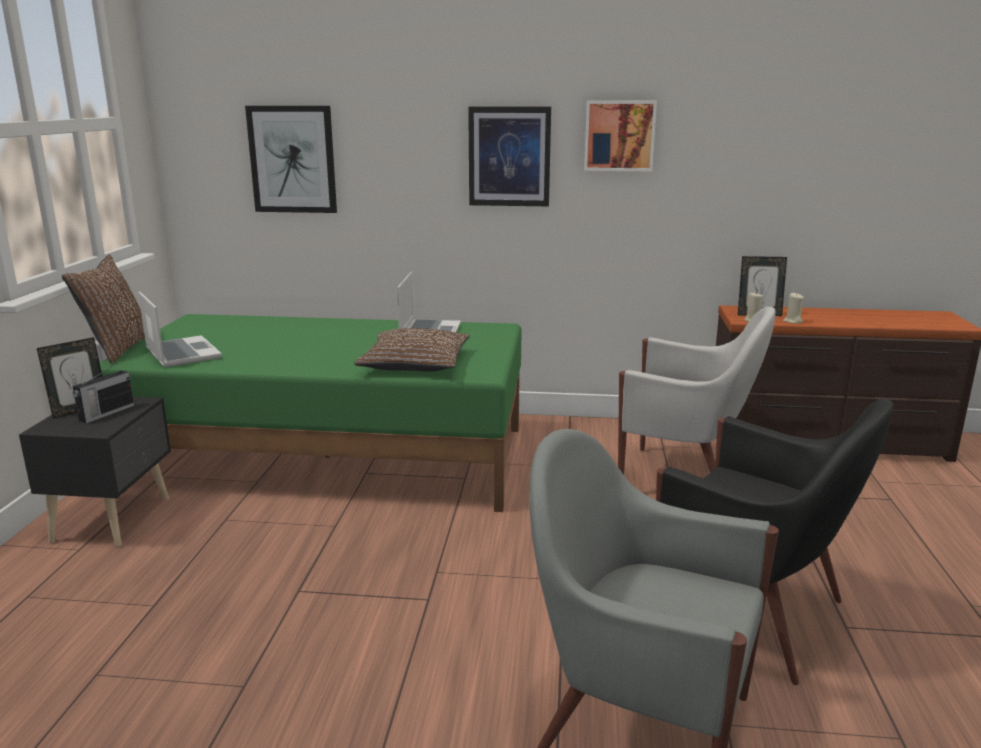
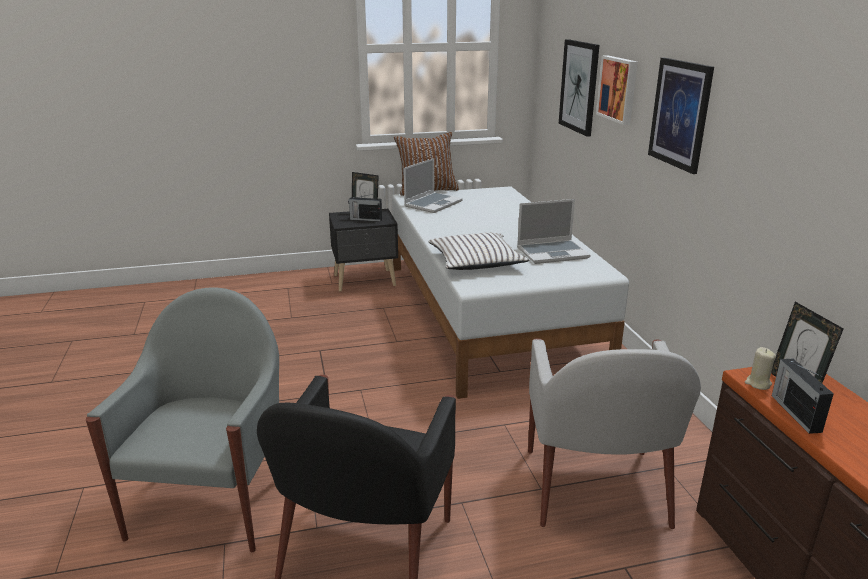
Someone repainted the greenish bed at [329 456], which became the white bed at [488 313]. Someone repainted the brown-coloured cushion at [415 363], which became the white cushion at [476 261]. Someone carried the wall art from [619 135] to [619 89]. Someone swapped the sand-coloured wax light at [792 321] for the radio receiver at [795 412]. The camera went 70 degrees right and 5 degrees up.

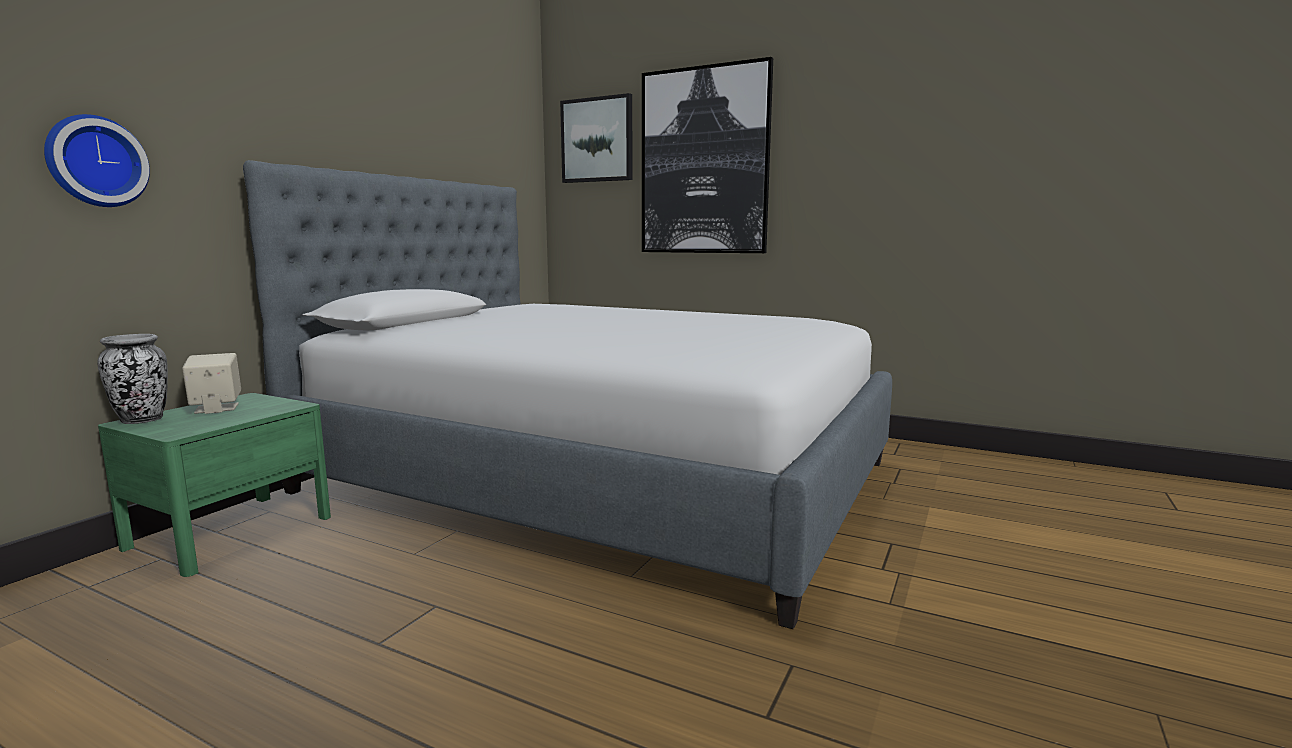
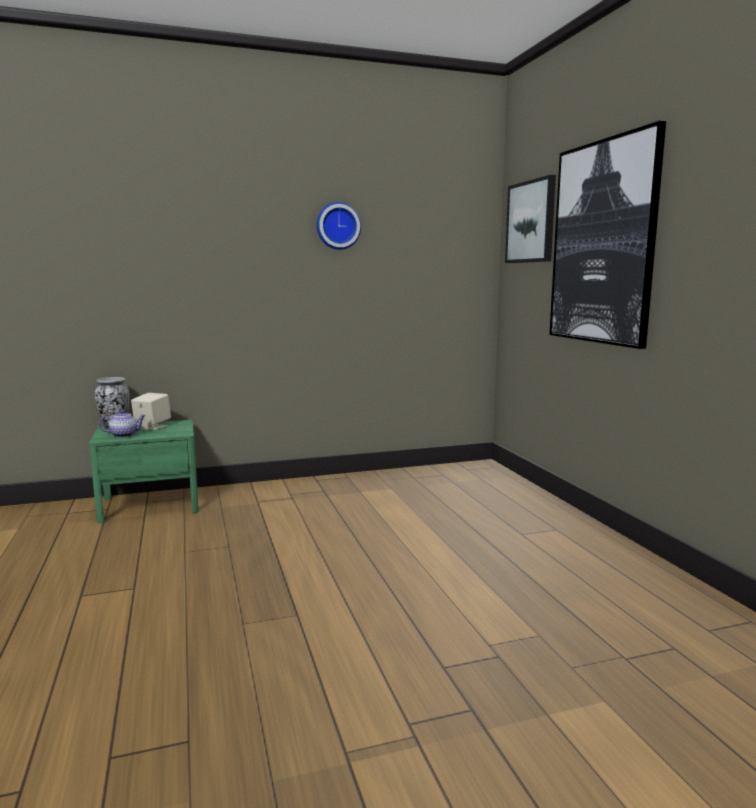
Someone carried the wall clock from [95 162] to [337 226]. Someone took away the bed at [600 477]. Someone put down the pot for tea at [124 435]. The camera went 45 degrees right and 0 degrees up.

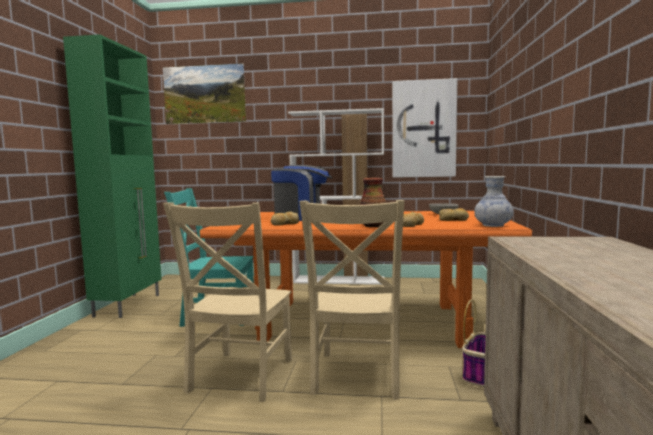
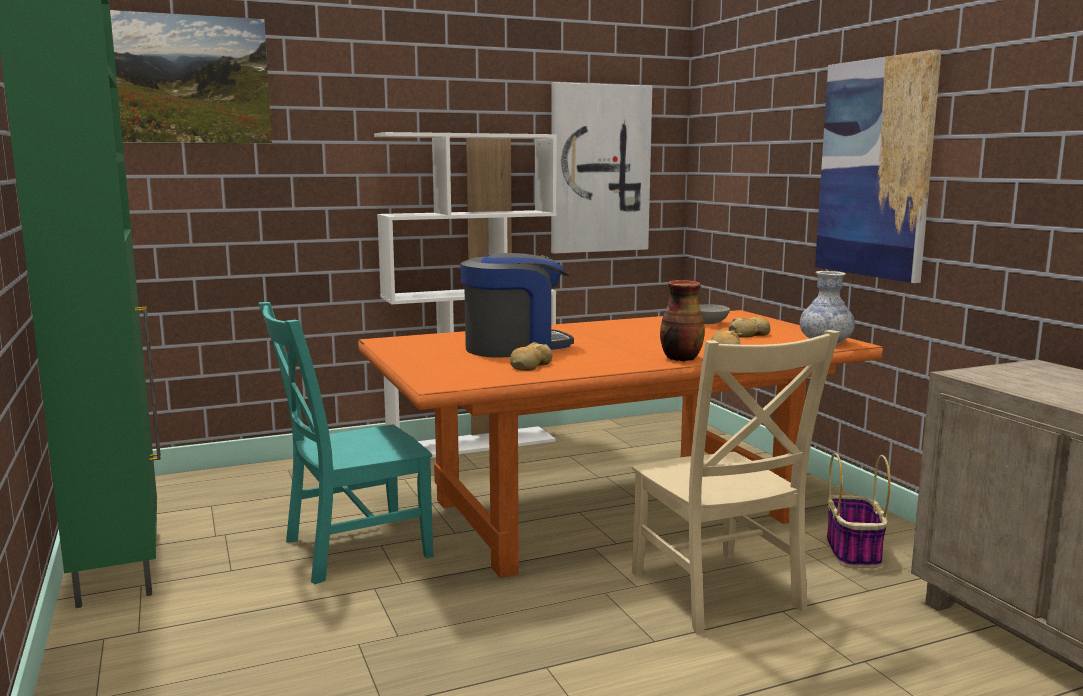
Someone took away the sand-coloured upright chair at [239 377]. Someone put up the wall art at [875 168]. The camera went 30 degrees left and 5 degrees up.

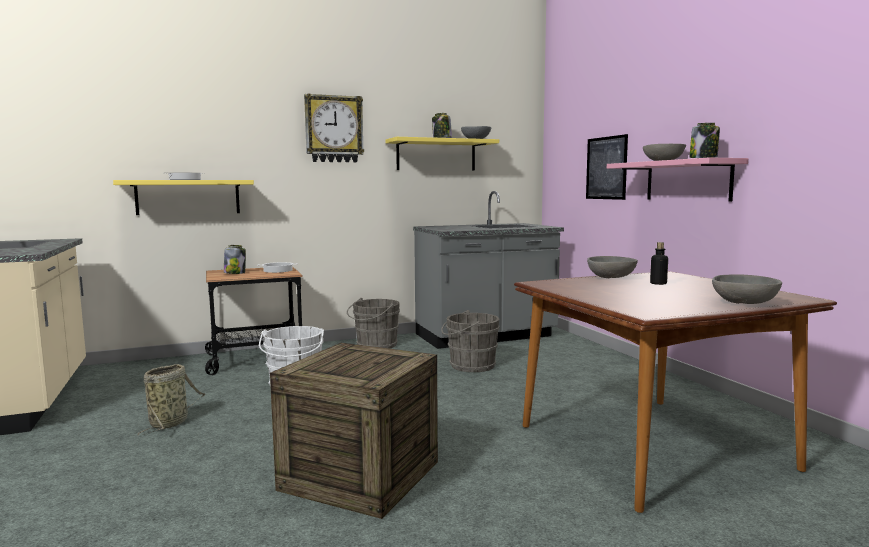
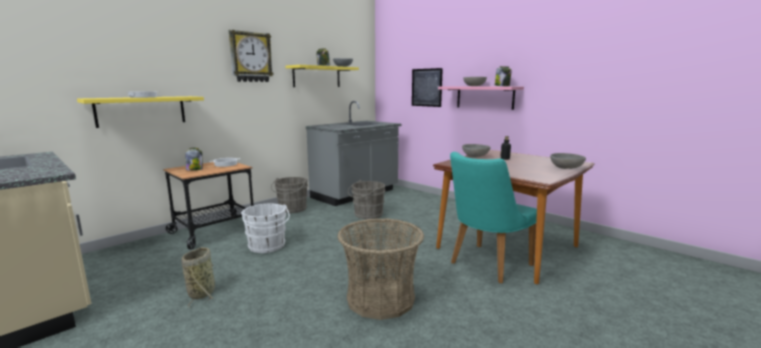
Someone swapped the crate at [360 475] for the storage basket at [380 298]. Someone put down the blue-green upright chair at [485 265]. The camera went 25 degrees left and 5 degrees up.

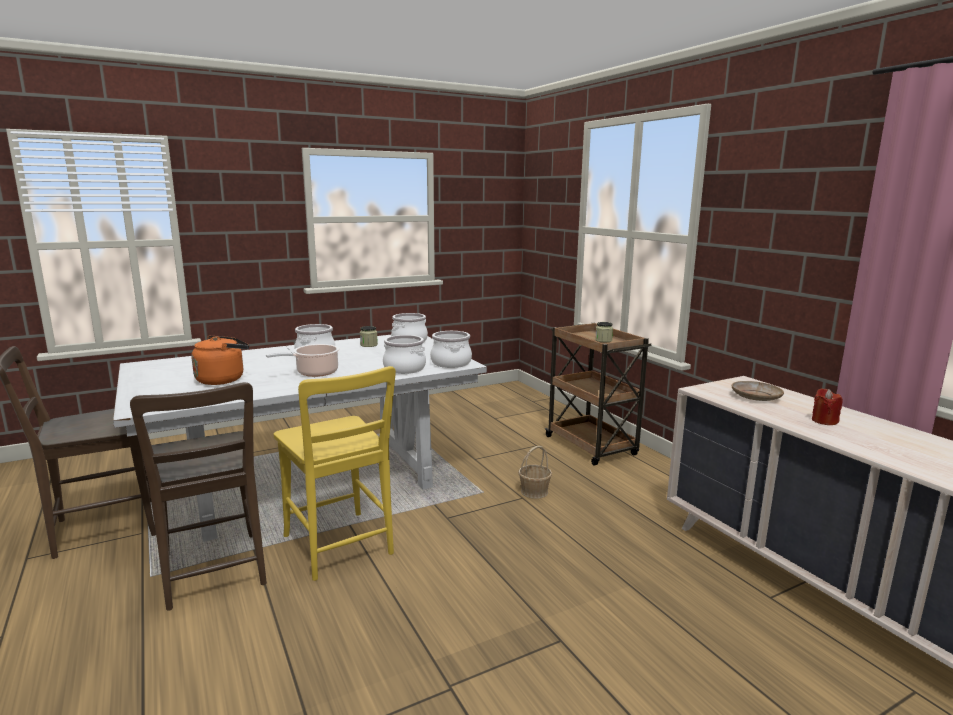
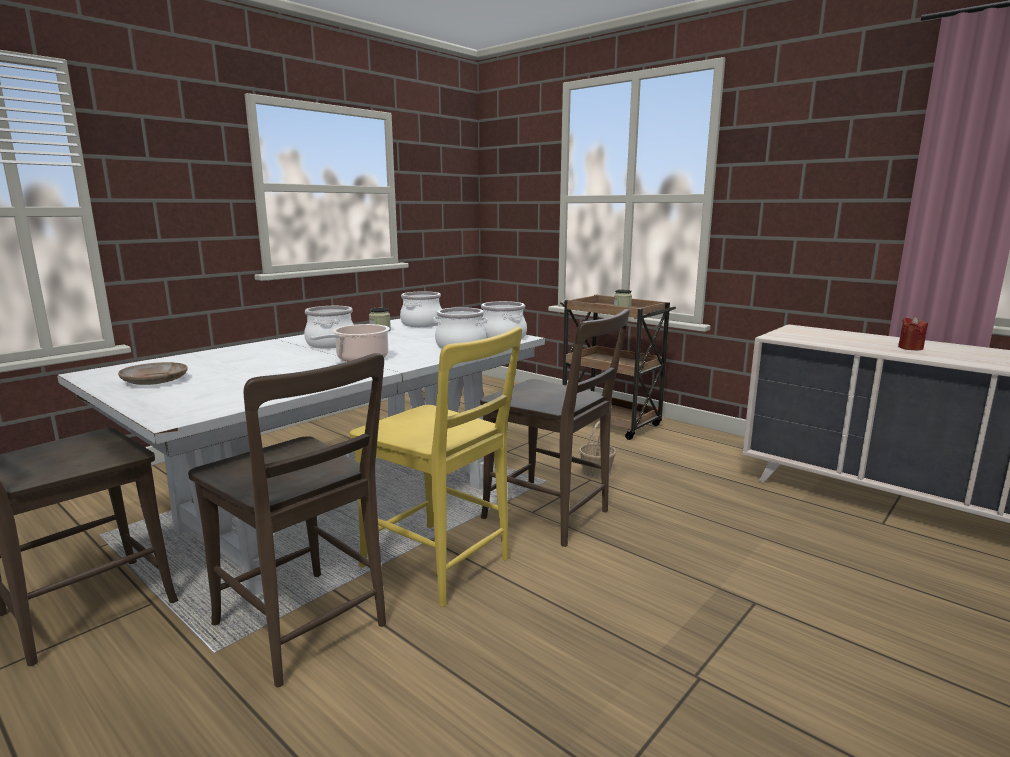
Someone took away the orangey kettle at [223 379]. Someone carried the sand-coloured plate from [755 397] to [155 381]. Someone put down the brown-coloured upright chair at [551 516]. The camera went 20 degrees left and 0 degrees up.

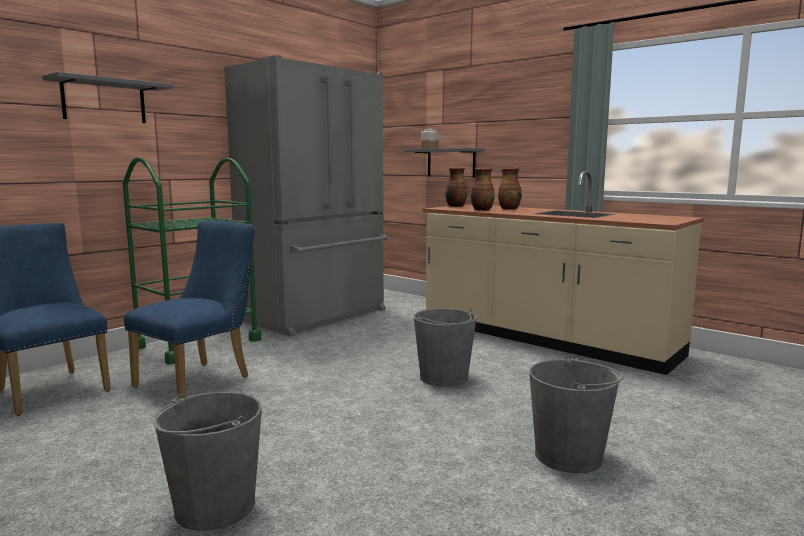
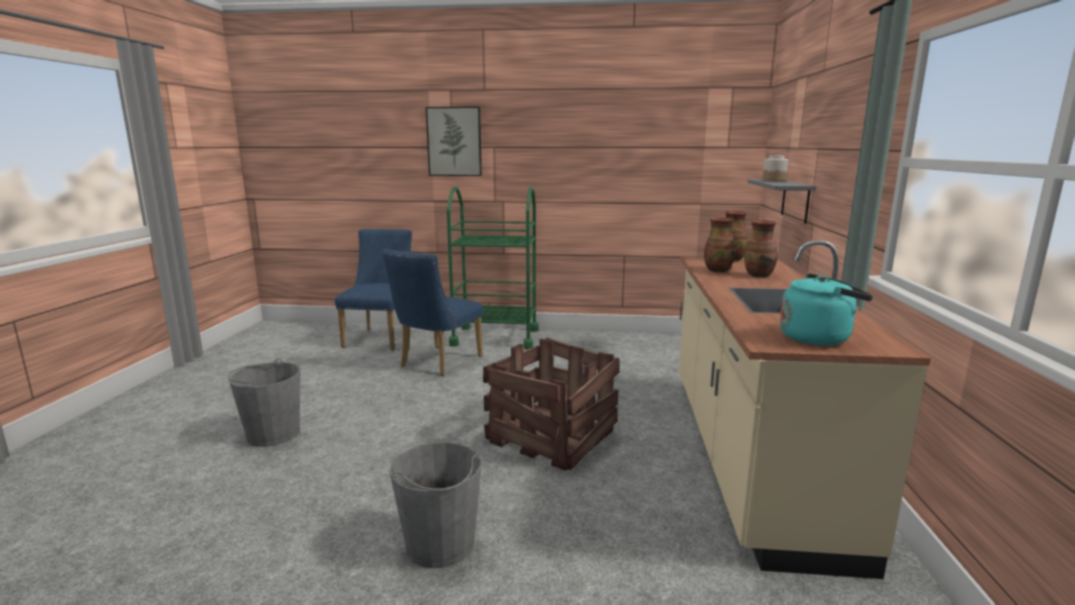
Someone swapped the gray bracket shelf at [104 101] for the wall art at [454 141]. Someone rotated the blue-coloured upright chair at [200 380] by 120 degrees clockwise. Someone took away the gray fridge at [317 316]. Someone swapped the gray bucket at [444 377] for the crate at [550 436]. Someone put down the blue-green kettle at [818 338]. The camera went 55 degrees right and 5 degrees up.

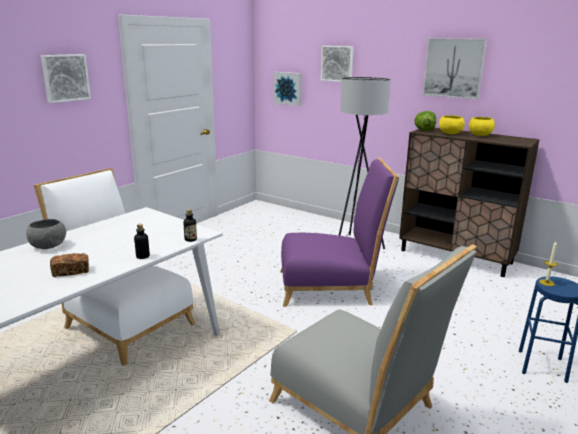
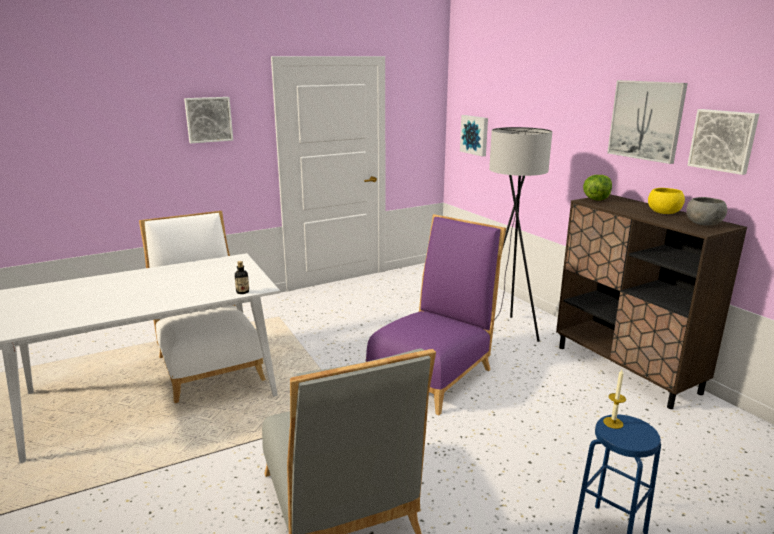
Someone carried the gray bowl from [49 246] to [704 224]. Someone took away the bread at [71 271]. Someone took away the bottle at [143 256]. Someone rotated the purple-coloured upright chair at [331 287] by 75 degrees counterclockwise. Someone carried the wall art from [337 63] to [723 140]. Someone took away the yellow-coloured bowl at [450 133]. The camera went 25 degrees right and 0 degrees up.

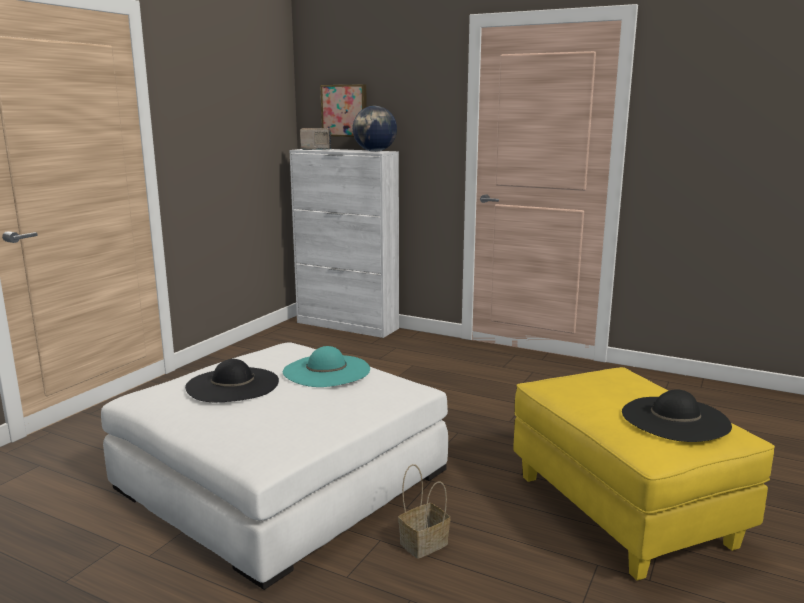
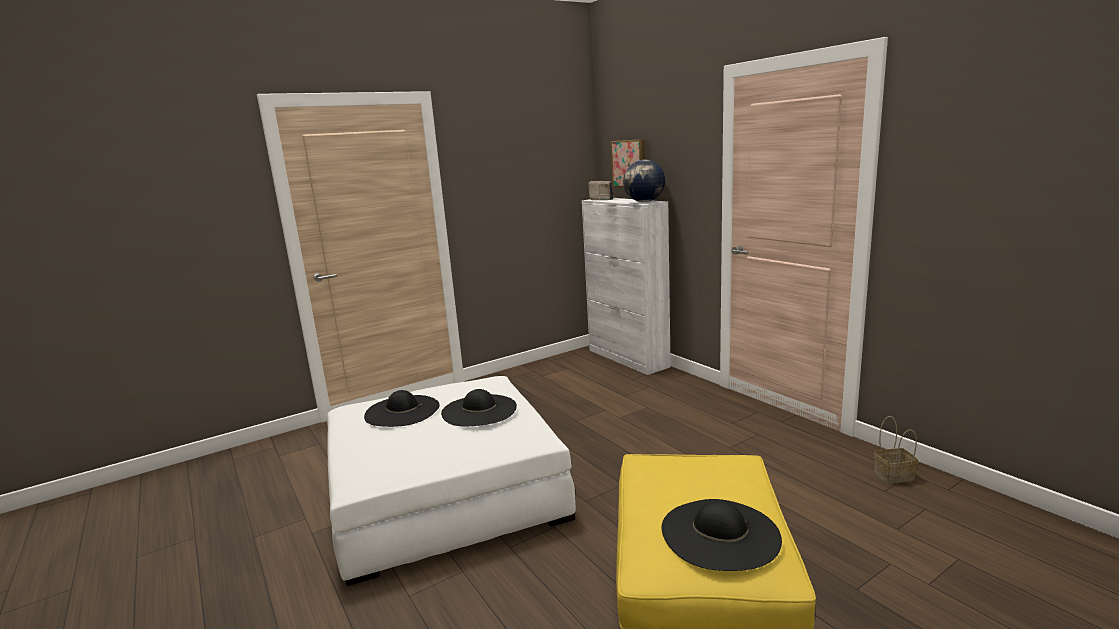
Someone repainted the blue-green wearable hat at [326 371], which became the blackish wearable hat at [479 410]. Someone carried the storage basket from [424 542] to [894 475]. The camera went 30 degrees right and 0 degrees up.

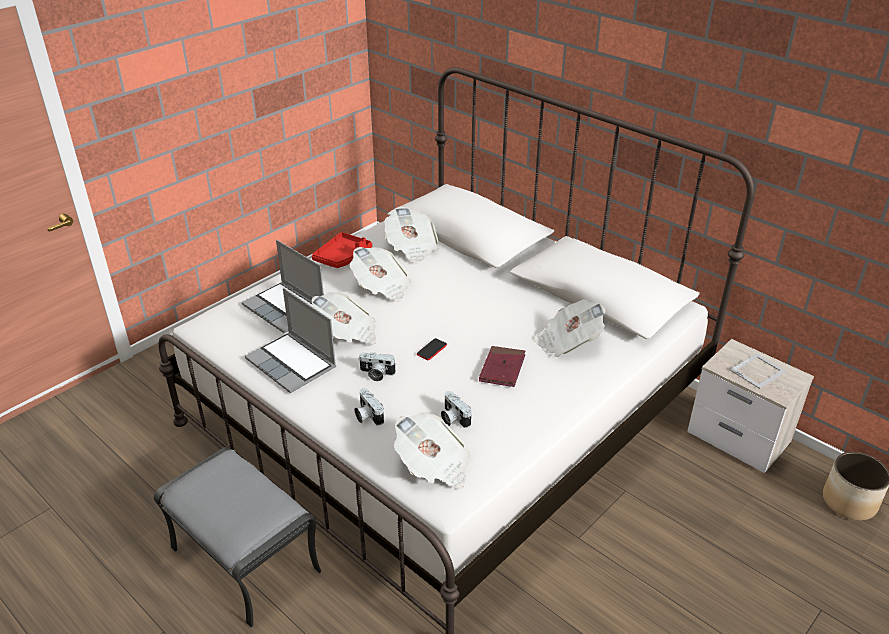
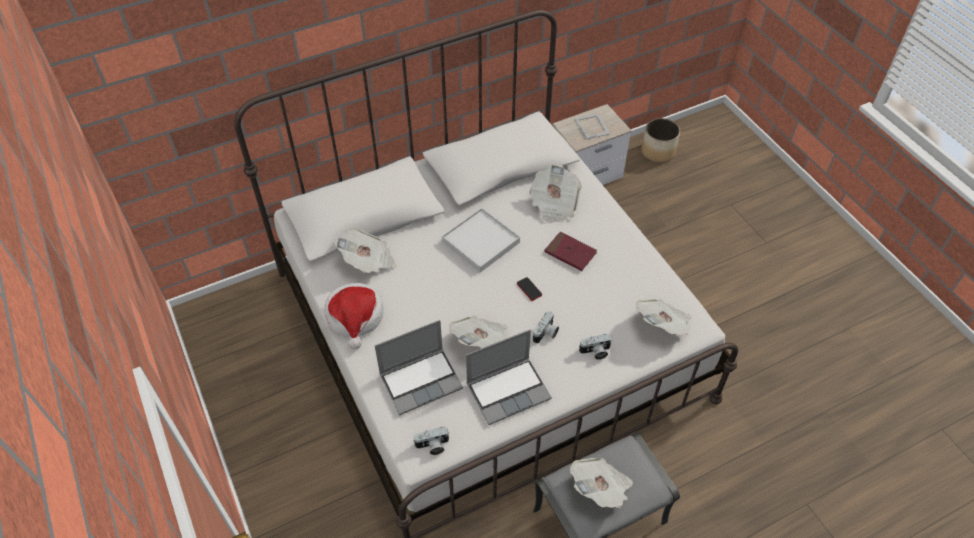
Someone swapped the reddish carrying tray at [343 257] for the wearable hat at [355 317]. Someone carried the daily paper from [381 287] to [601 489]. Someone carried the photo camera from [453 418] to [432 446]. Someone put down the white carrying tray at [480 242]. The camera went 70 degrees left and 15 degrees up.

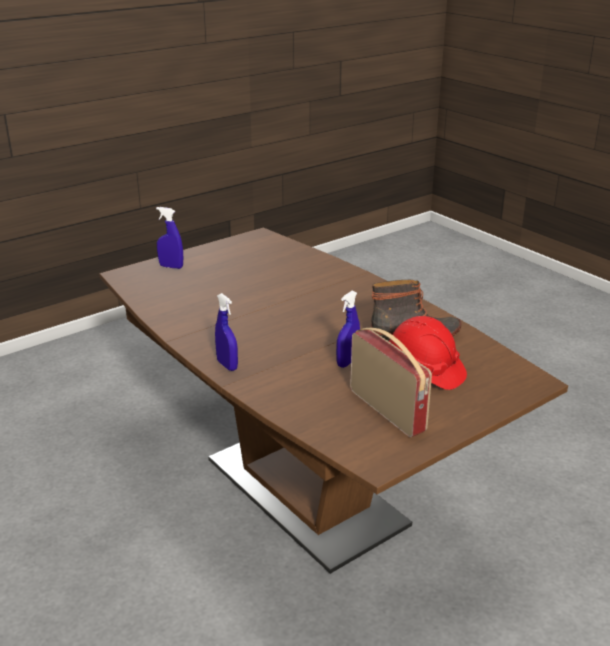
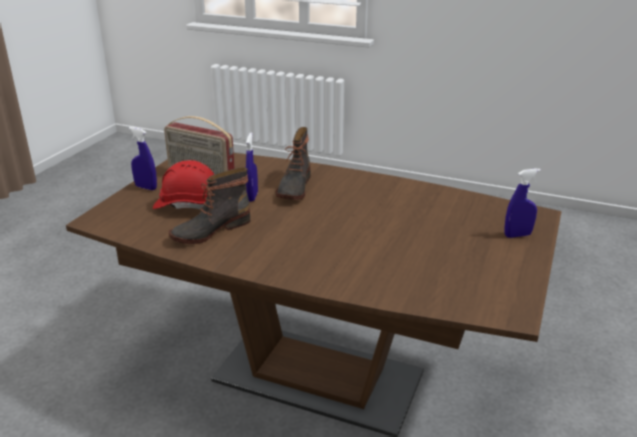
Someone carried the blue-coloured sprayer from [227 365] to [146 187]. Someone put down the high-top boot at [293 188]. The camera went 150 degrees right and 0 degrees up.

